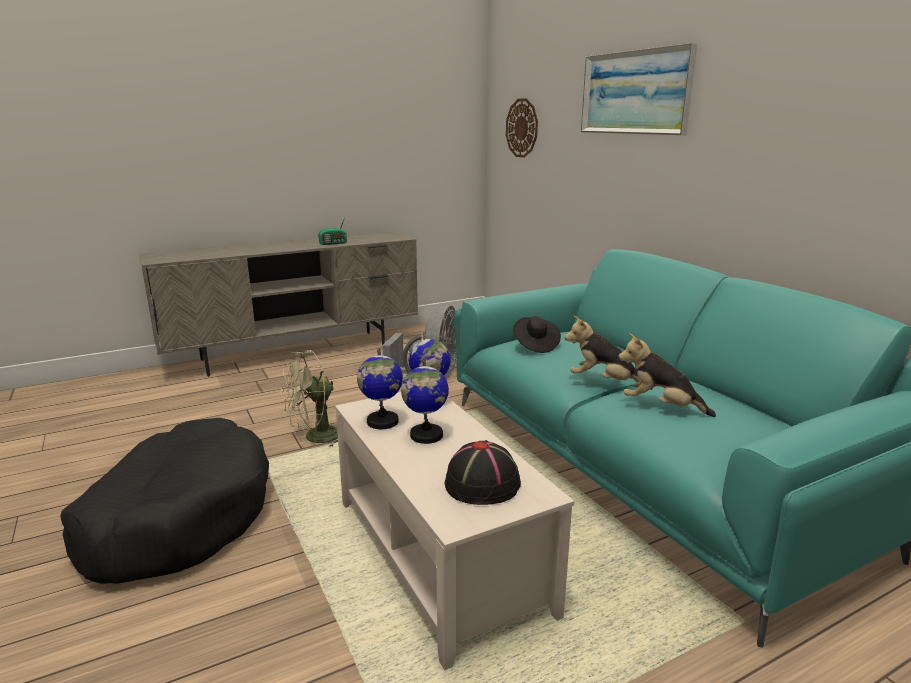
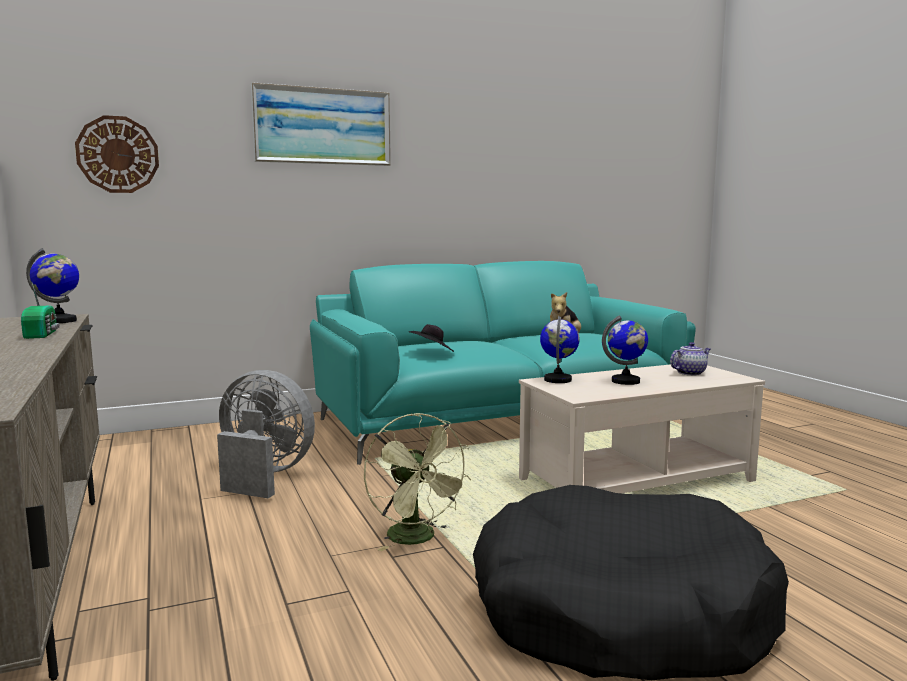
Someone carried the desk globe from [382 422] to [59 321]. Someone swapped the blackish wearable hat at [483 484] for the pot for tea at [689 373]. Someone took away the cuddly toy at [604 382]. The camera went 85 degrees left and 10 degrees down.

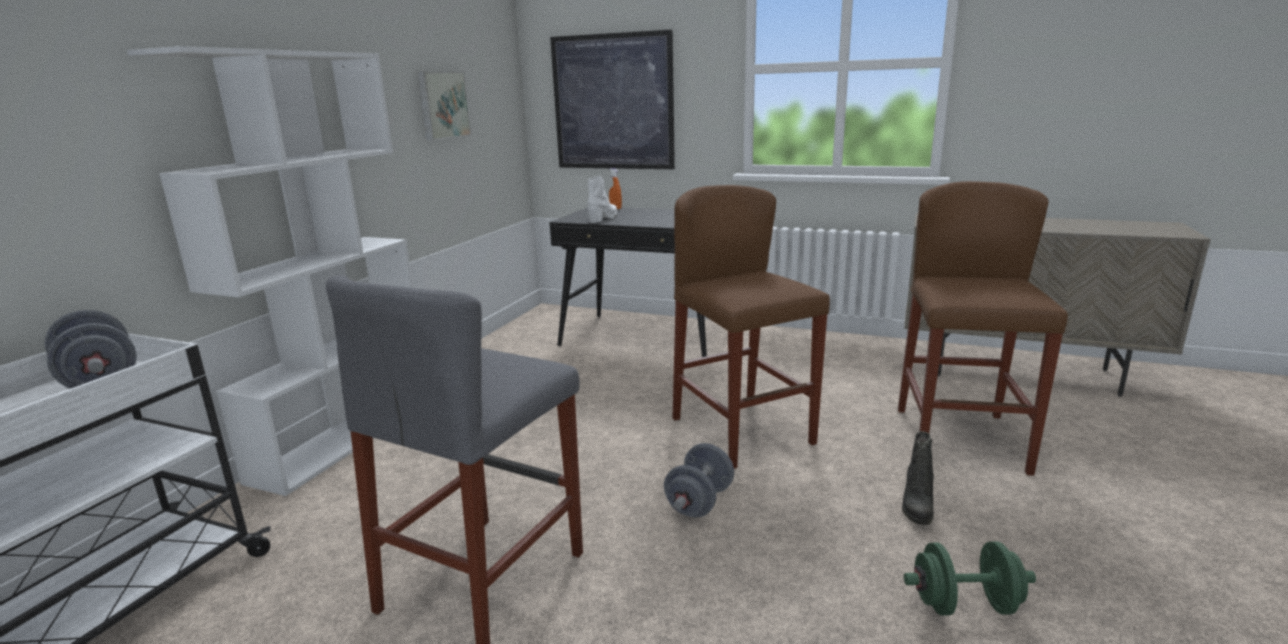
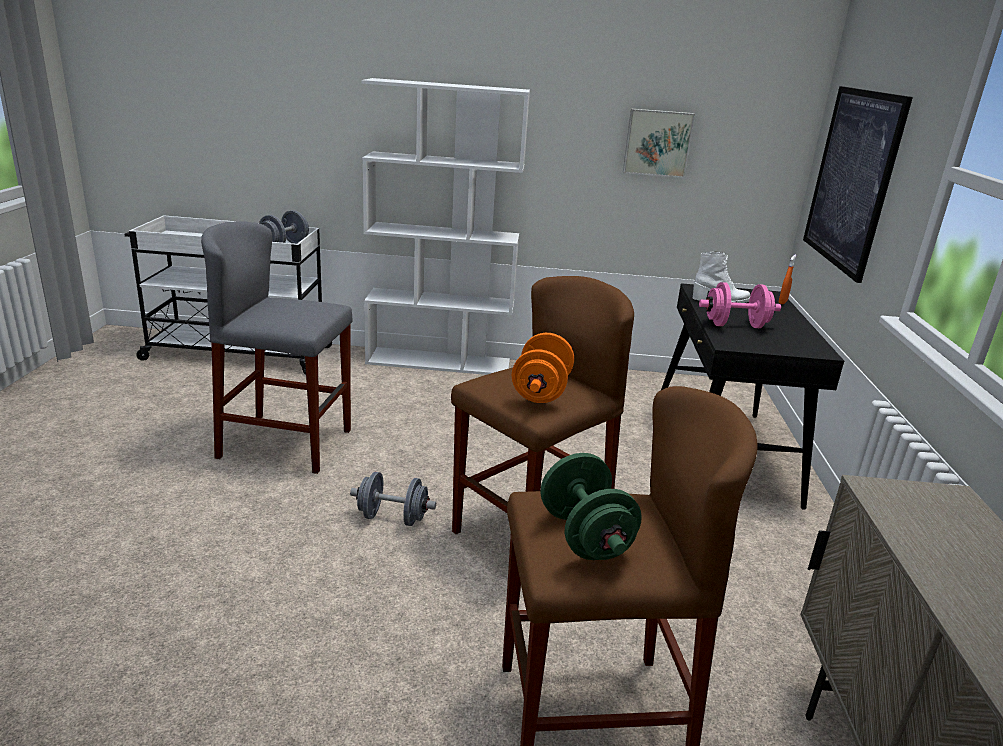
Someone took away the blackish high-top boot at [916 506]. Someone carried the greenish hand weight from [964 605] to [585 536]. Someone put down the orangey hand weight at [541 391]. Someone put down the pink hand weight at [735 325]. The camera went 70 degrees right and 5 degrees up.

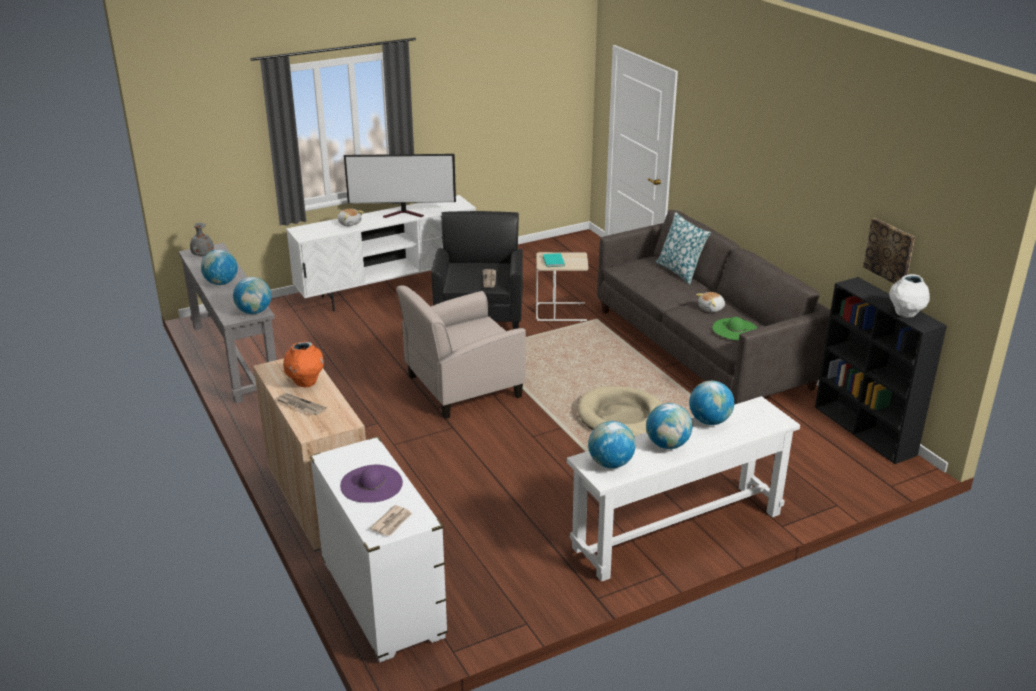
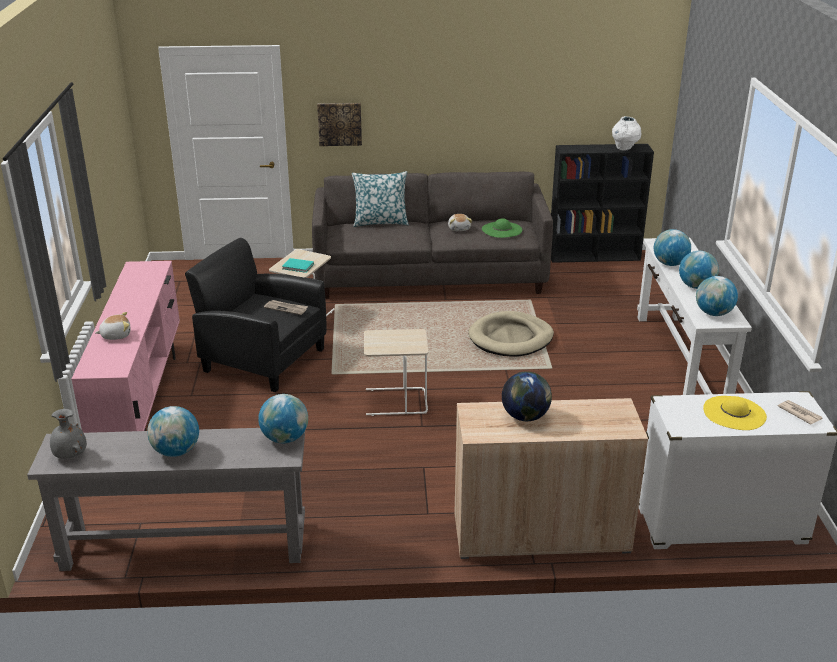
Someone took away the daily paper at [300 405]. Someone swapped the orangey vase at [305 383] for the desk globe at [525 416]. Someone repainted the white tv stand at [388 290], which became the pink tv stand at [141 400]. Someone repainted the purple-coloured wearable hat at [371 484], which became the yellow-coloured wearable hat at [734 413]. Someone took away the television at [405 214]. Someone swapped the sand-coloured armchair at [462 387] for the sand-coloured end table at [395 402]. Someone carried the wall art from [890 252] to [339 124]. The camera went 65 degrees left and 0 degrees up.

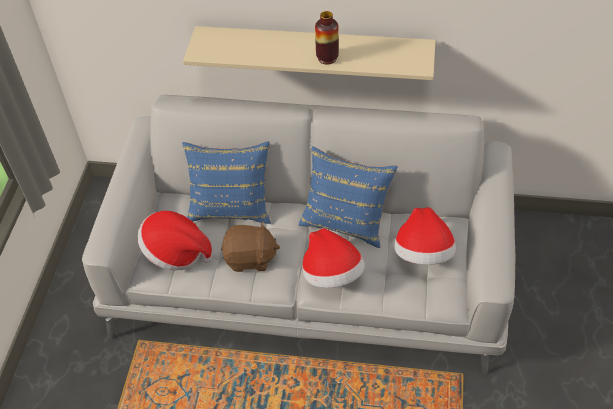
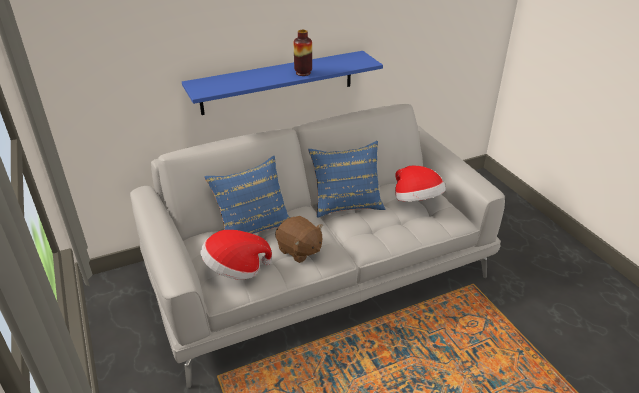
Someone repainted the sand-coloured bracket shelf at [314 51], which became the blue-coloured bracket shelf at [278 82]. Someone rotated the brown-coloured cuddly toy at [250 258] by 75 degrees clockwise. Someone took away the wearable hat at [332 274]. The camera went 35 degrees left and 15 degrees down.

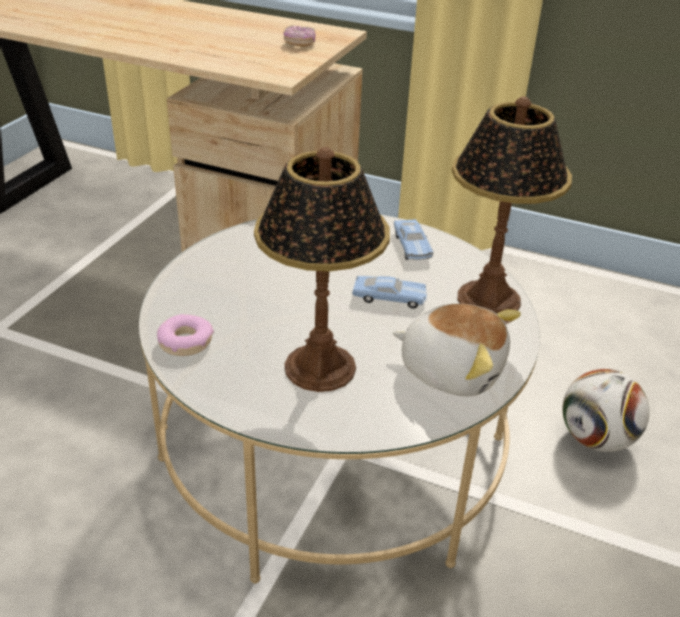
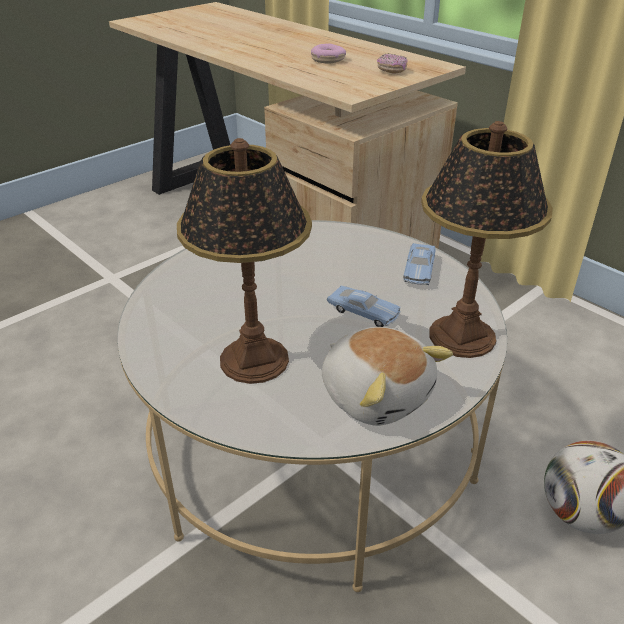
Someone carried the doughnut from [186 342] to [328 60]. The camera went 25 degrees right and 0 degrees up.

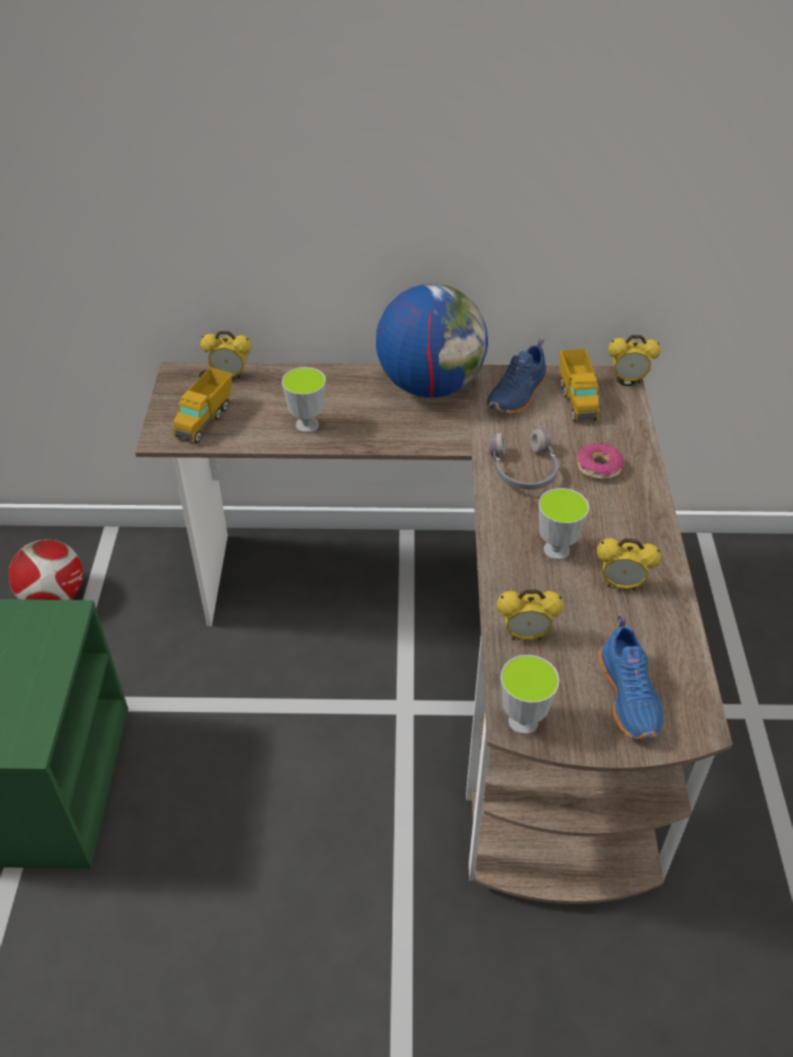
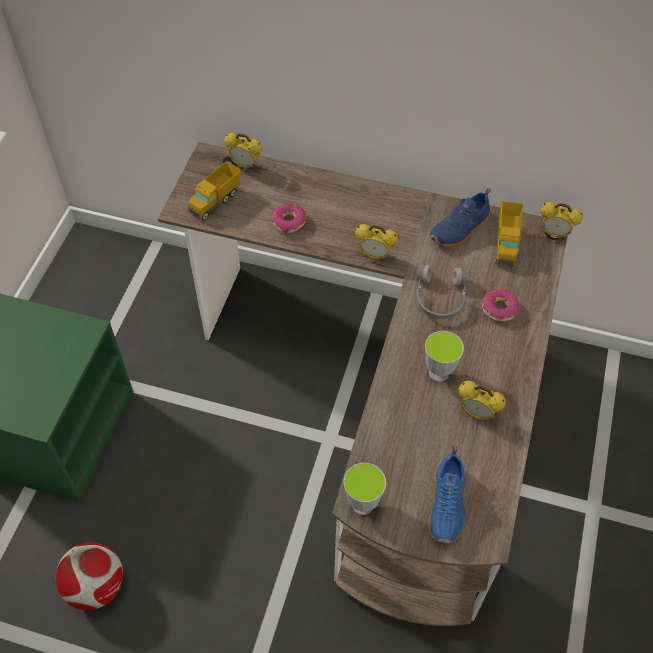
Someone carried the ball for football from [54 598] to [96 586]. Someone swapped the cup at [307 425] for the doughnut at [289 222]. Someone took away the desk globe at [430 385]. Someone carried the alarm clock from [525 635] to [374 255]. The camera went 15 degrees right and 10 degrees up.

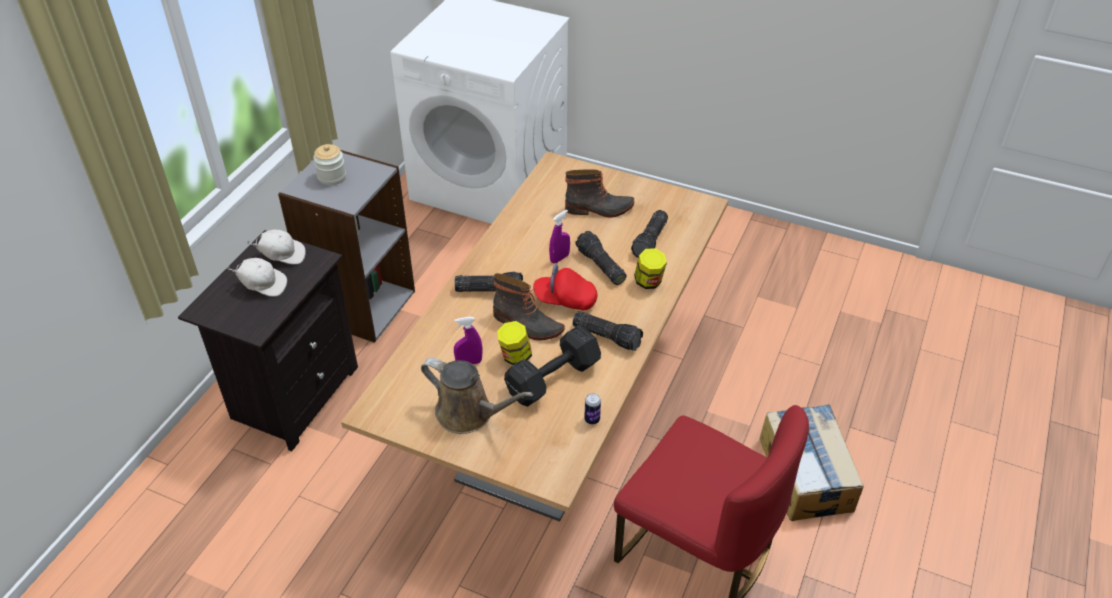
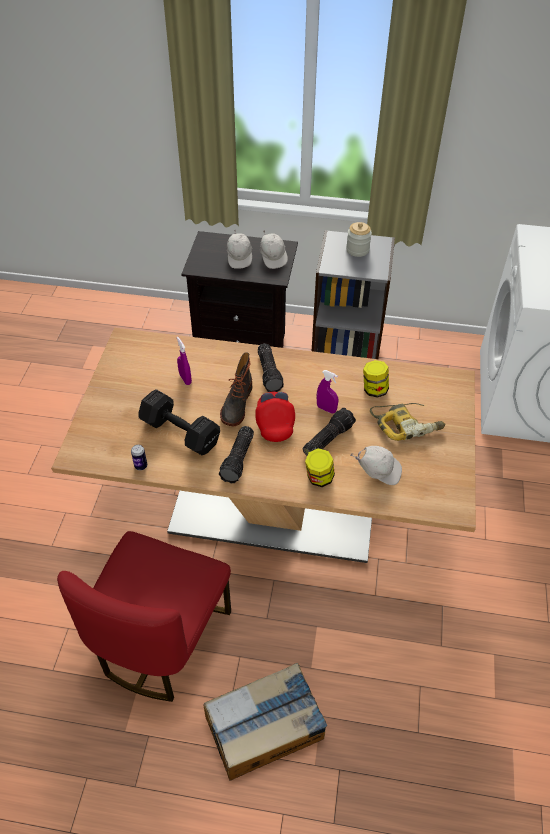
Someone took away the brown-coloured sprinkling can at [469 414]. Someone carried the storage jar from [515 356] to [374 390]. Someone swapped the high-top boot at [599 209] for the power drill at [406 424]. Someone swapped the torch at [651 241] for the white baseball cap at [378 471]. The camera went 75 degrees right and 5 degrees up.

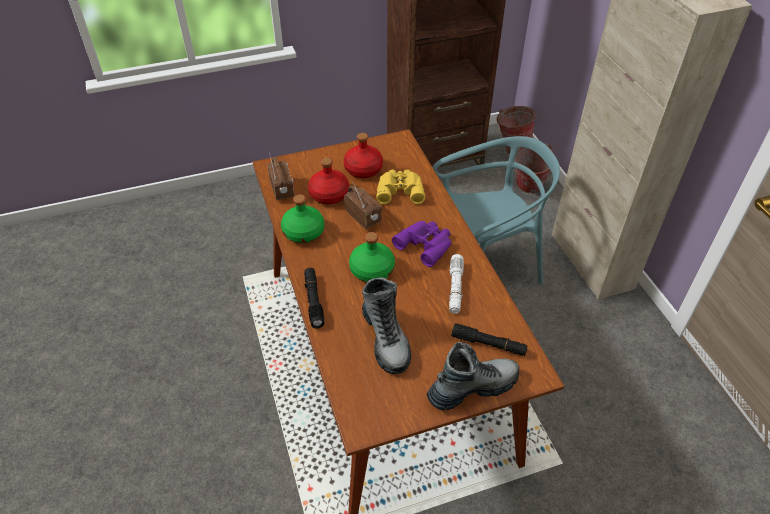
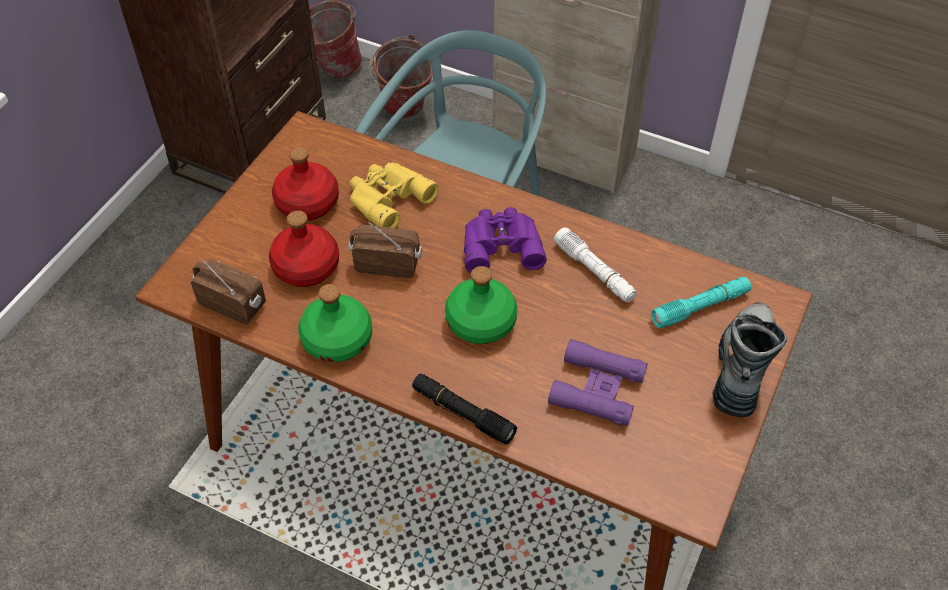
Someone swapped the high-top boot at [386 339] for the purple-coloured binoculars at [597 389]. Someone repainted the blackish torch at [488 344], which became the blue-green torch at [700 307]. The camera went 45 degrees left and 5 degrees up.

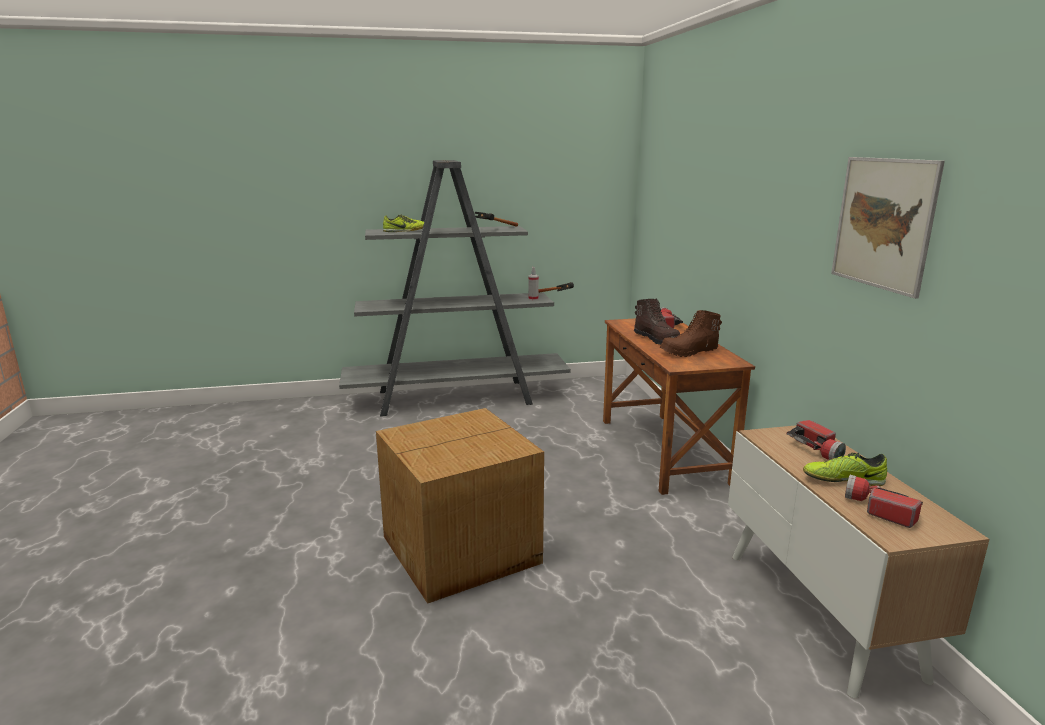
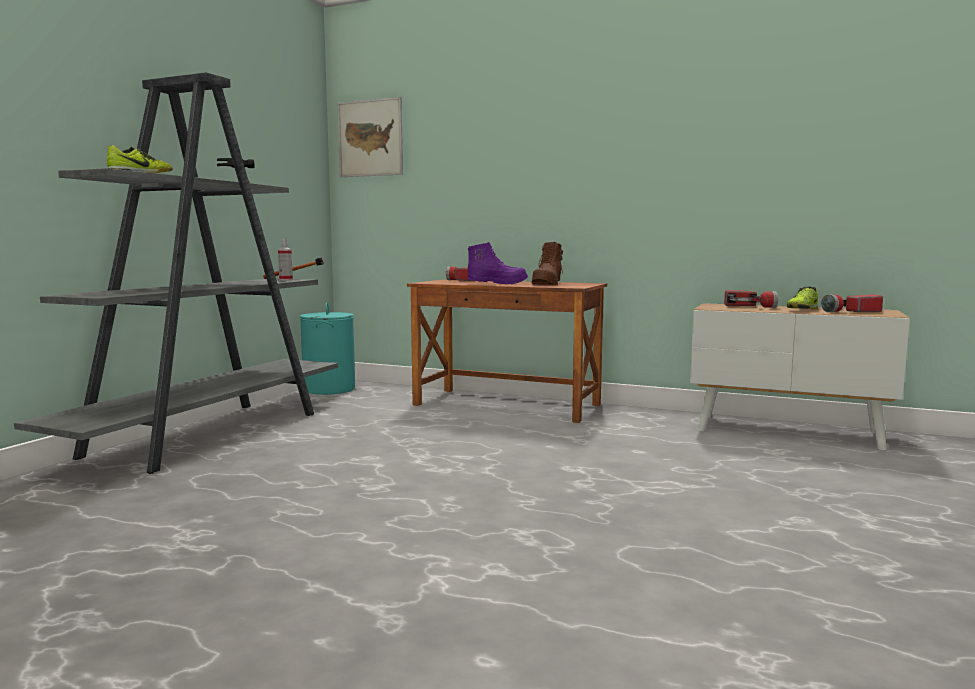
Someone took away the cardboard box at [463 550]. Someone repainted the brown-coloured high-top boot at [657 339], which became the purple-coloured high-top boot at [497 283]. Someone carried the wall art from [883 223] to [370 138]. Someone put down the blue-green hamper at [329 389]. The camera went 55 degrees left and 10 degrees down.

